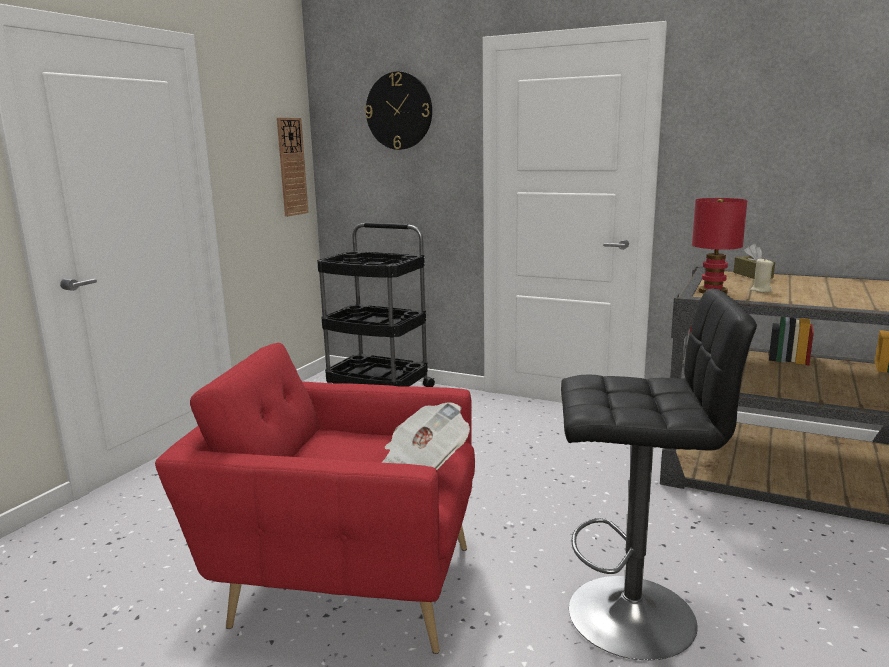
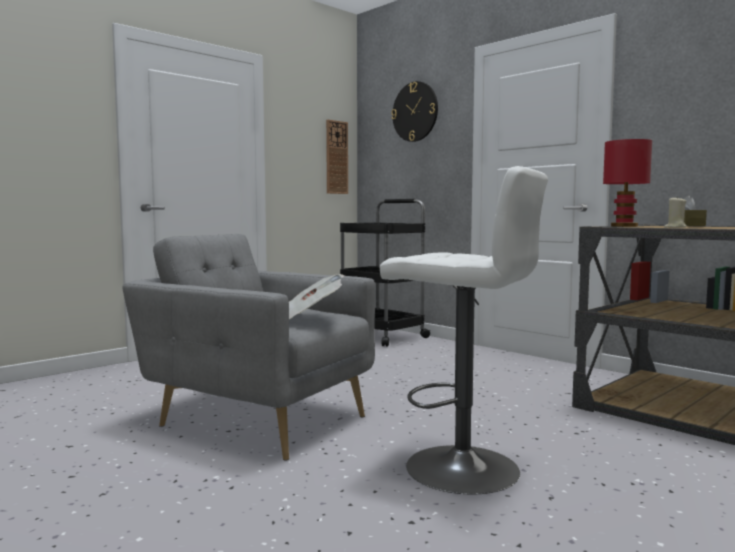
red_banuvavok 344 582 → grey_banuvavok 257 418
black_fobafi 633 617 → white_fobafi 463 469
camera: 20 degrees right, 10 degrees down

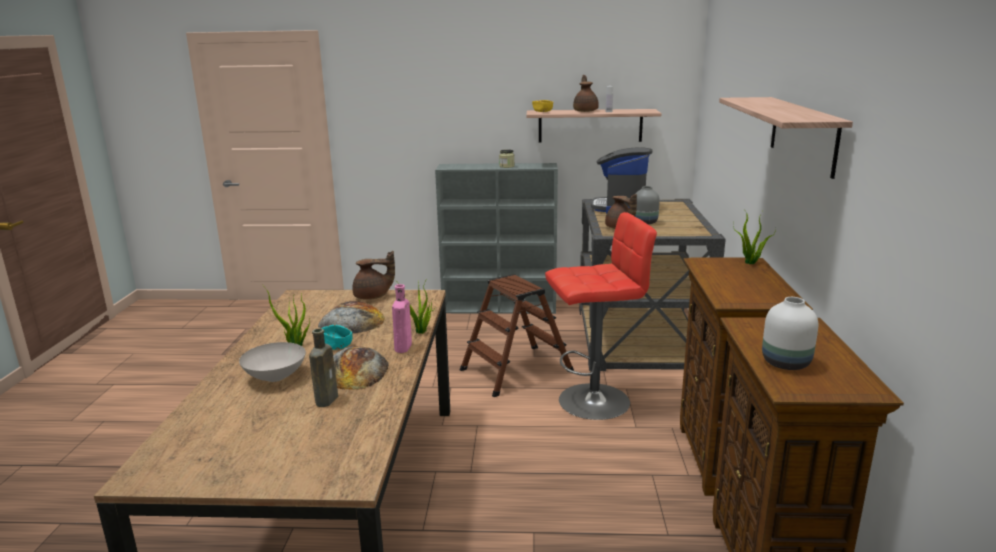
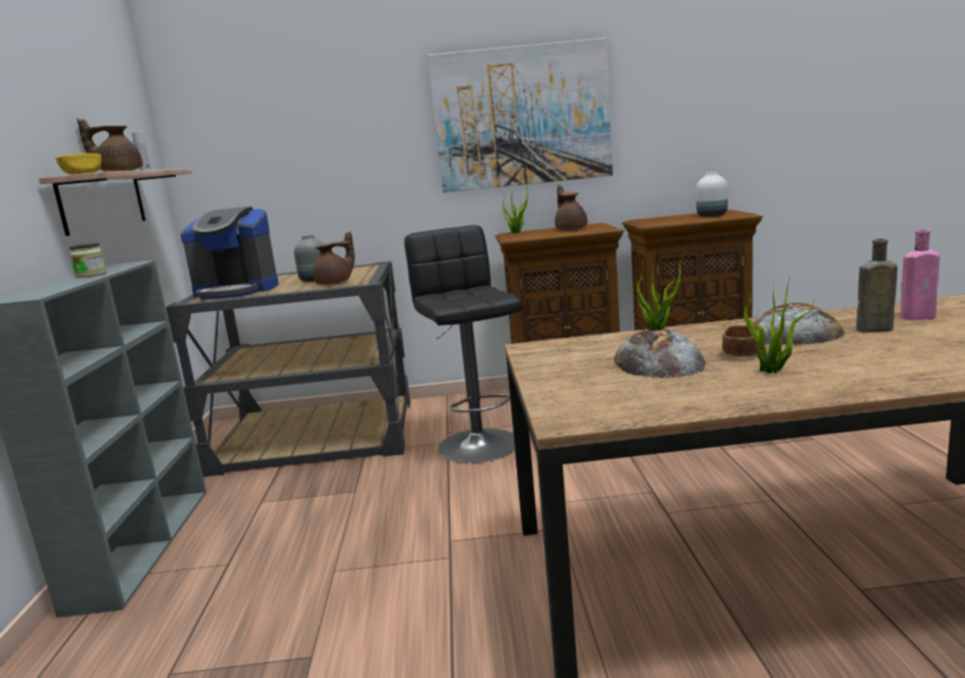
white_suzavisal 276 377 → -
turquoise_suzavisal 336 345 → brown_suzavisal 742 353
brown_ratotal 373 297 → brown_ratotal 571 229, shifted
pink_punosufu 403 348 → pink_punosufu 920 317, shifted
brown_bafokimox 516 370 → -
red_fobafi 595 401 → black_fobafi 479 445
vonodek 803 134 → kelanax 522 117
camera: 95 degrees left, 5 degrees down

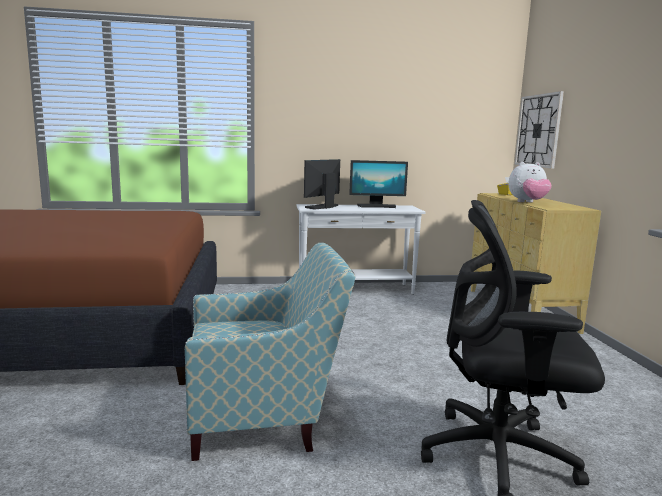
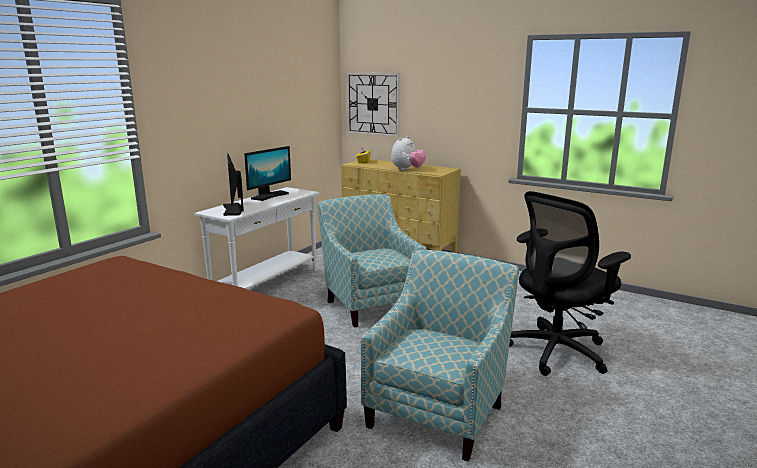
- → banuvavok 370 303
camera: 50 degrees left, 5 degrees up

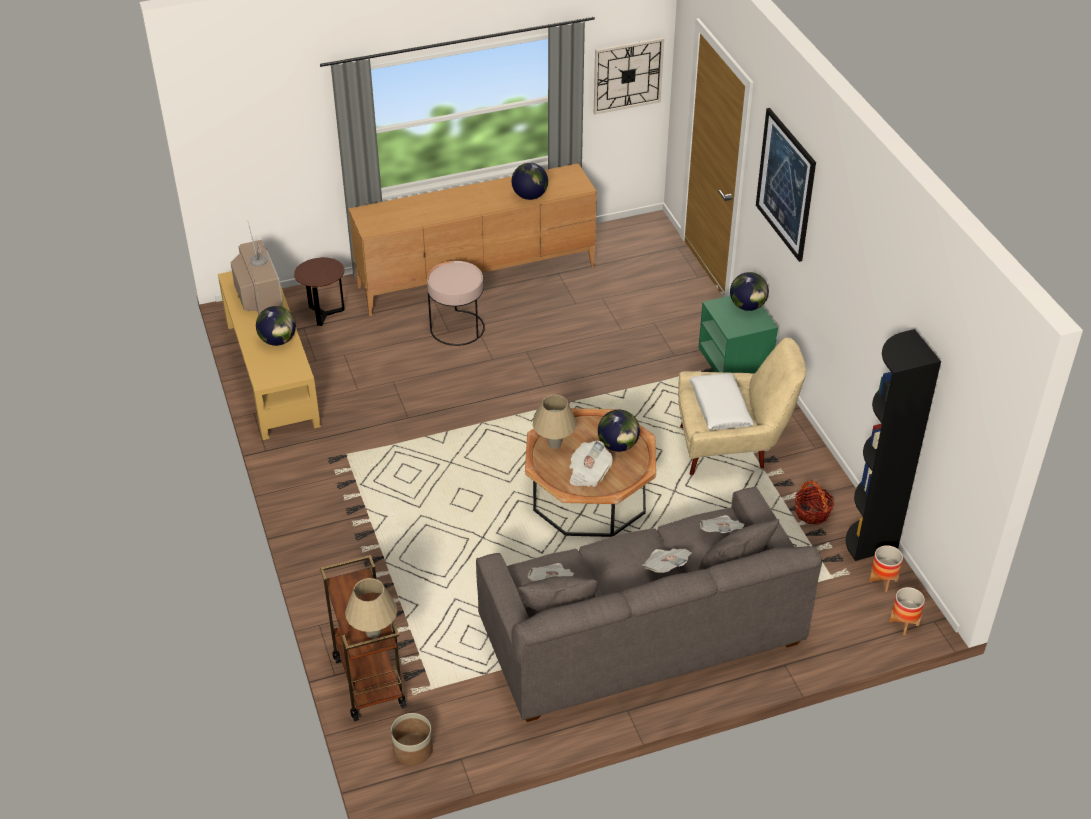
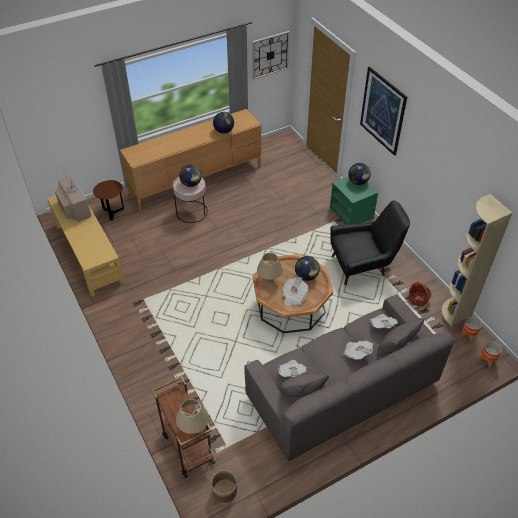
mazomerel 278 341 → mazomerel 191 184, shifted
beige_banuvavok 731 448 → black_banuvavok 363 265
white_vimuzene 719 408 → -
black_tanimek 866 544 → beige_tanimek 453 314
camera: 10 degrees left, 5 degrees up

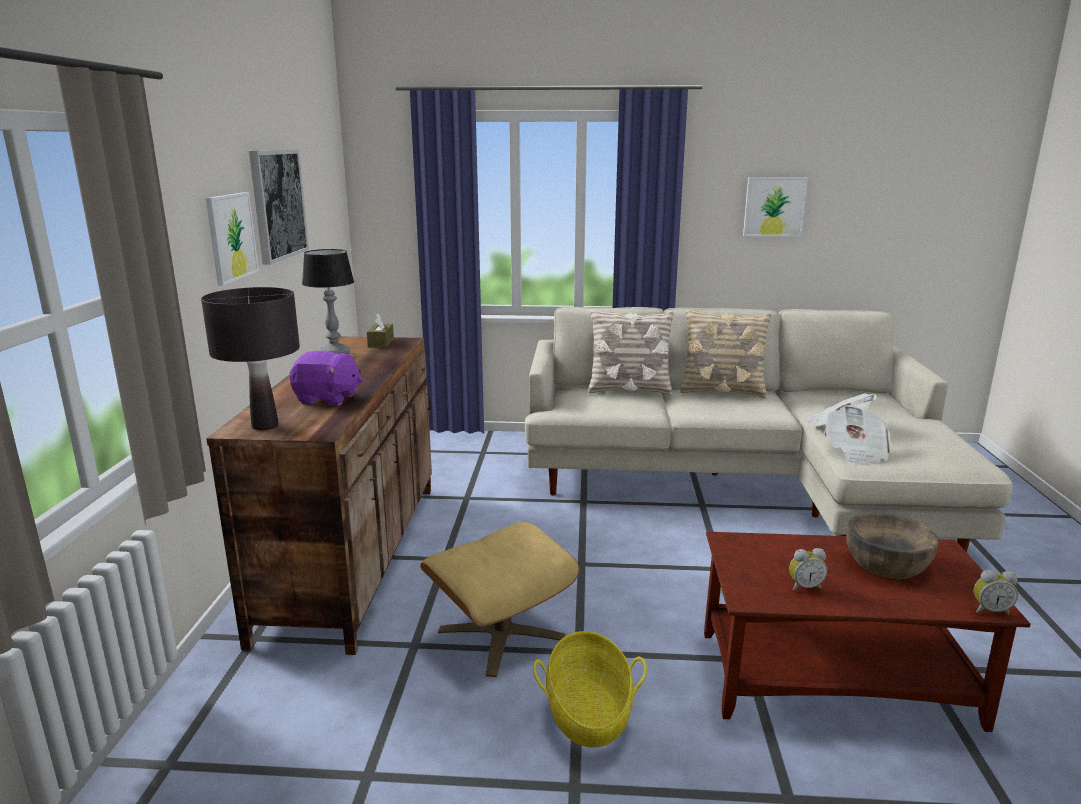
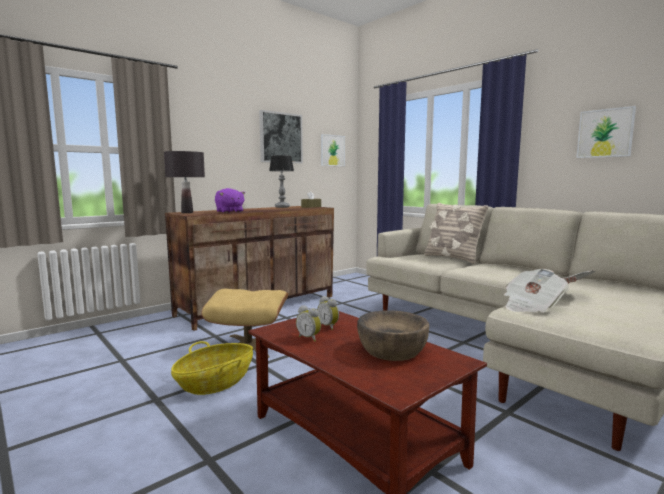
kelanax 231 237 → kelanax 332 150, shifted
beige_vimuzene 722 392 → -
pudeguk 990 610 → pudeguk 329 326, shifted
camera: 45 degrees right, 10 degrees down

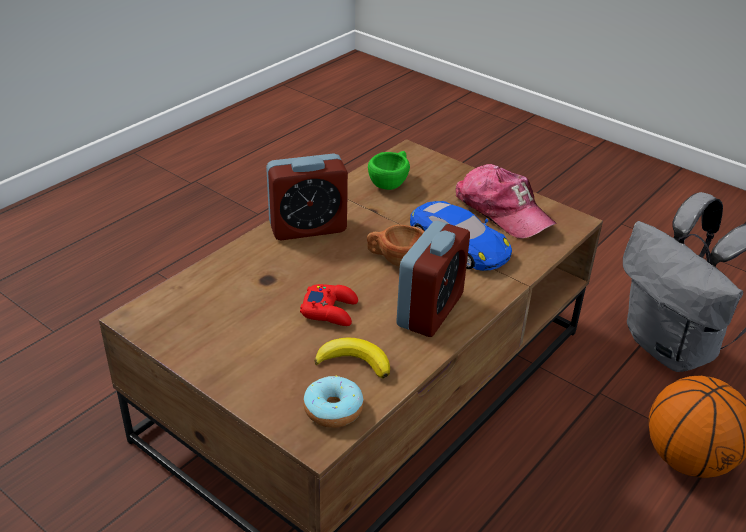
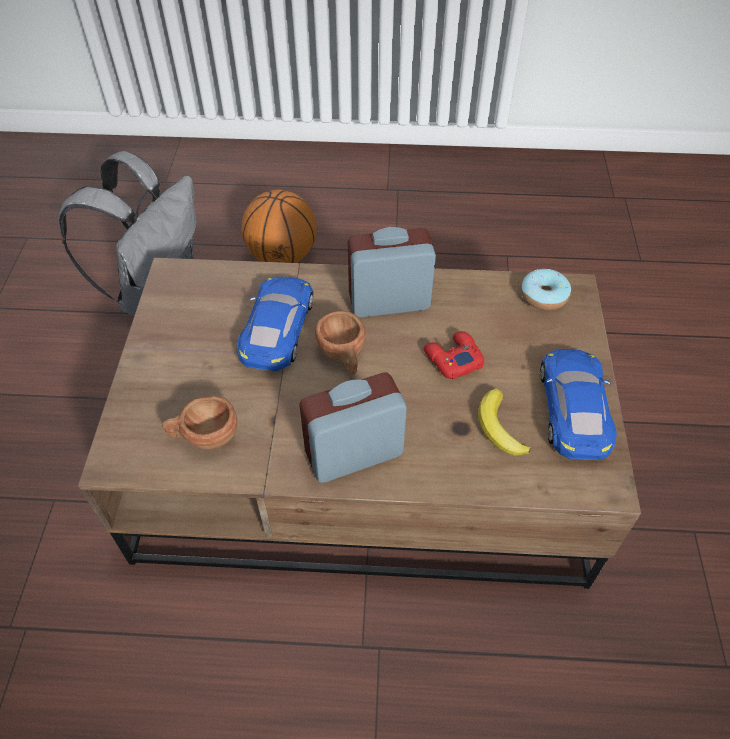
pudeguk 308 227 → pudeguk 354 453, 60 degrees counterclockwise
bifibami 354 362 → bifibami 499 427, shifted
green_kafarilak 391 183 → brown_kafarilak 204 437
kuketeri 502 211 → -
- → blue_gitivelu 573 408
camera: 125 degrees left, 15 degrees up

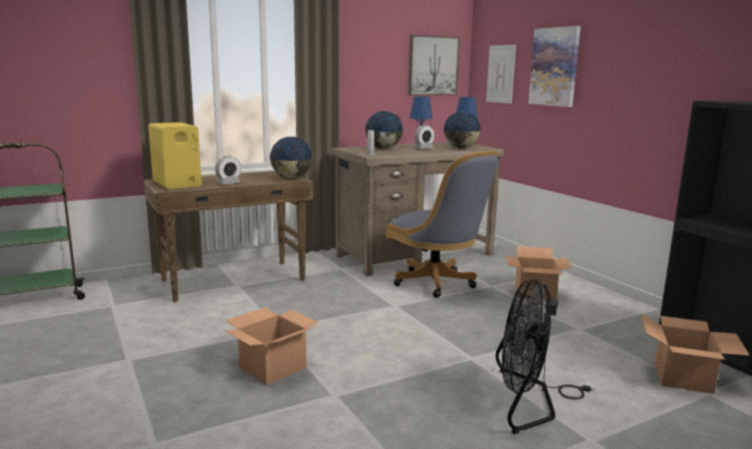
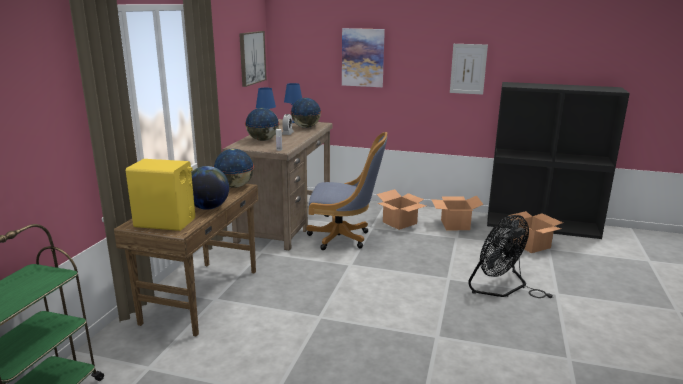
pudeguk 228 183 → mazomerel 208 207
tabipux 272 368 → tabipux 455 225, shifted
kelanax 500 74 → kelanax 468 69, shifted
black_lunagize 531 399 → black_lunagize 507 286, 90 degrees clockwise
camera: 45 degrees left, 5 degrees up

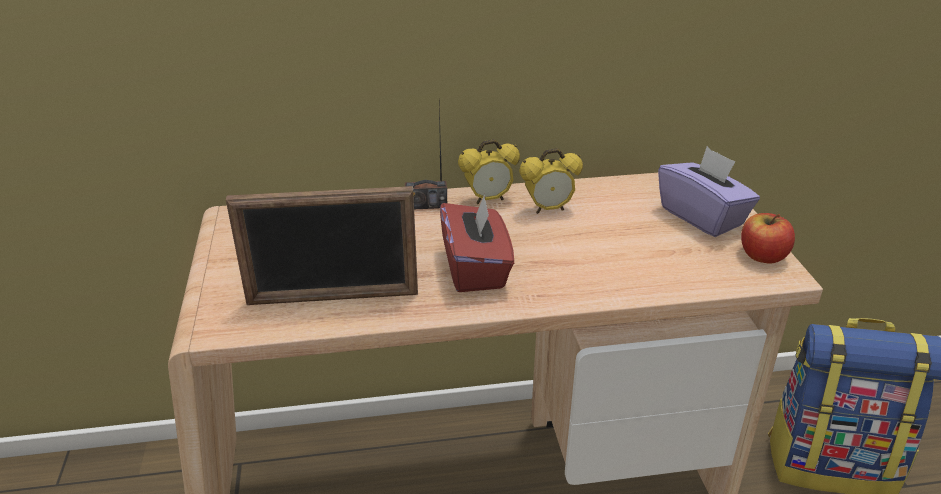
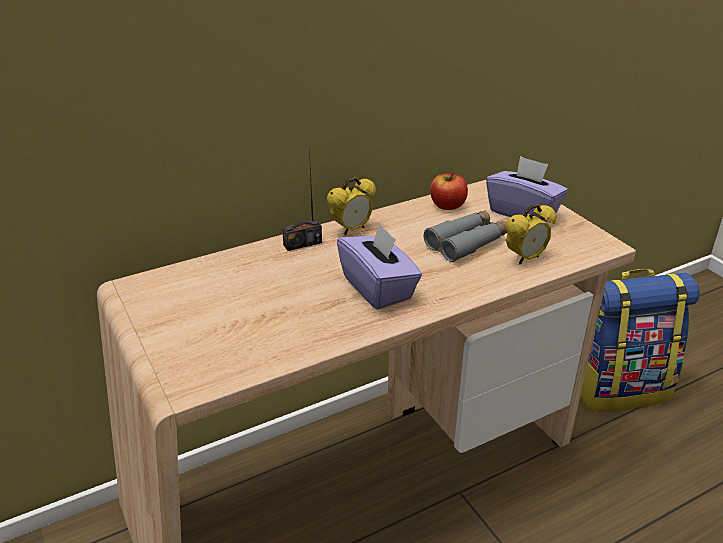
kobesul 333 298 → -
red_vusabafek 476 269 → purple_vusabafek 378 288
pudeguk 548 209 → pudeguk 525 258, shifted
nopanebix 762 256 → nopanebix 447 205, shifted
- → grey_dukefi 468 242
camera: 20 degrees left, 0 degrees up

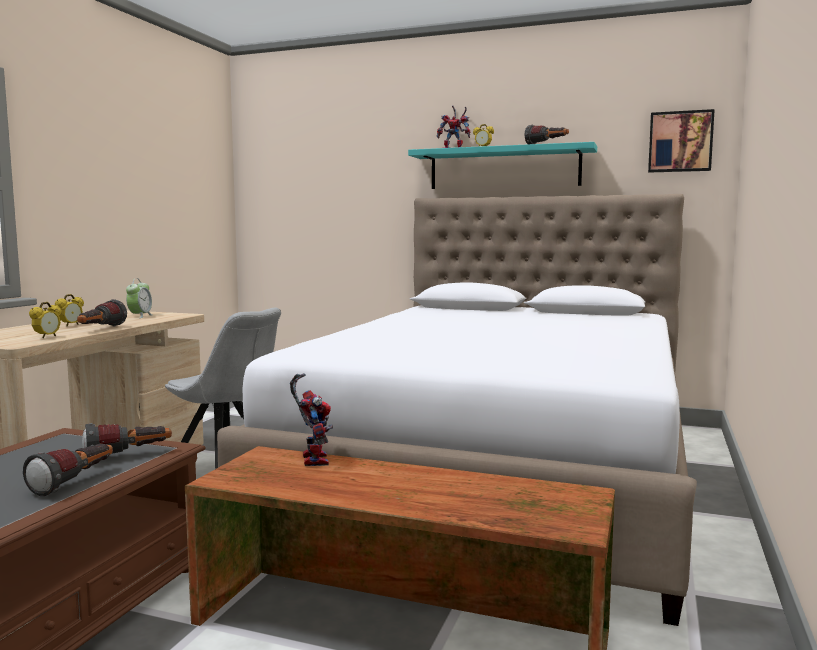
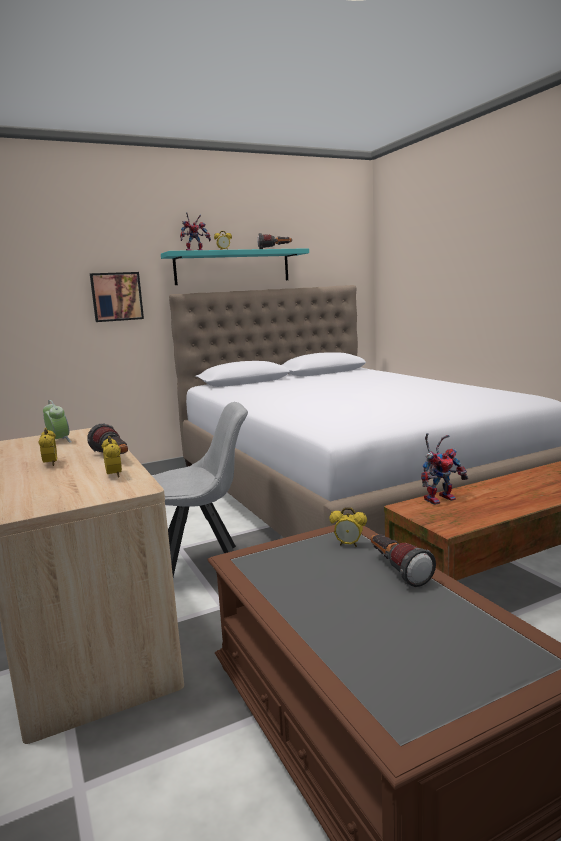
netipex 128 456 → pudeguk 348 545
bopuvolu 312 459 → bopuvolu 440 498, 120 degrees clockwise
kelanax 680 142 → kelanax 116 296, shifted
camera: 45 degrees left, 5 degrees up

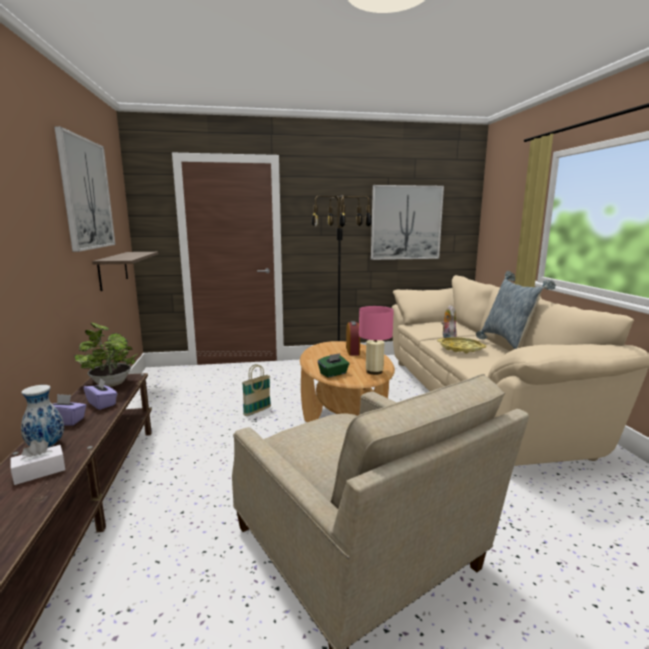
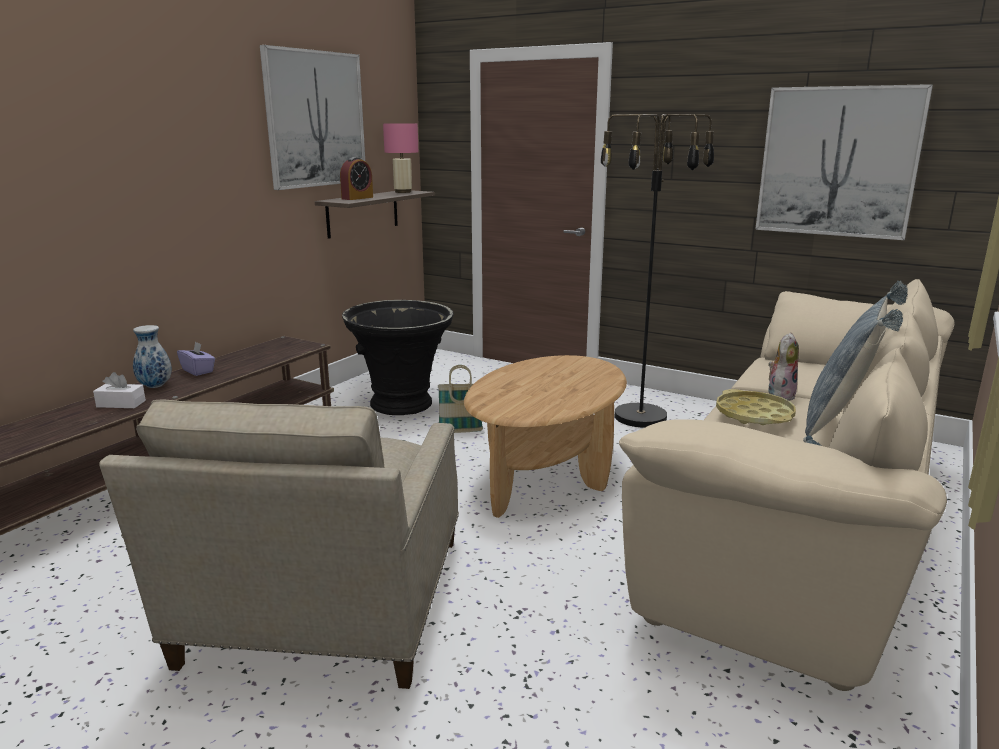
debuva 110 383 → -
purple_vusabafek 102 403 → -
green_vusabafek 333 374 → -
pudeguk 352 351 → pudeguk 357 198, shifted
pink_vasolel 374 371 → pink_vasolel 403 192, shifted
- → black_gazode 402 404
camera: 40 degrees right, 5 degrees up

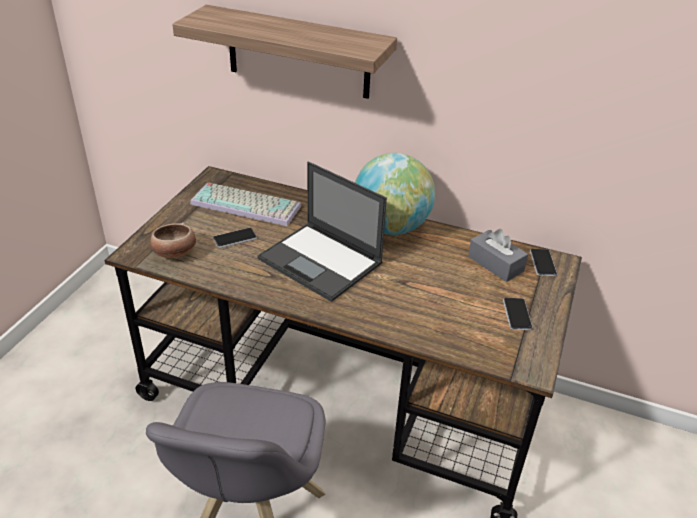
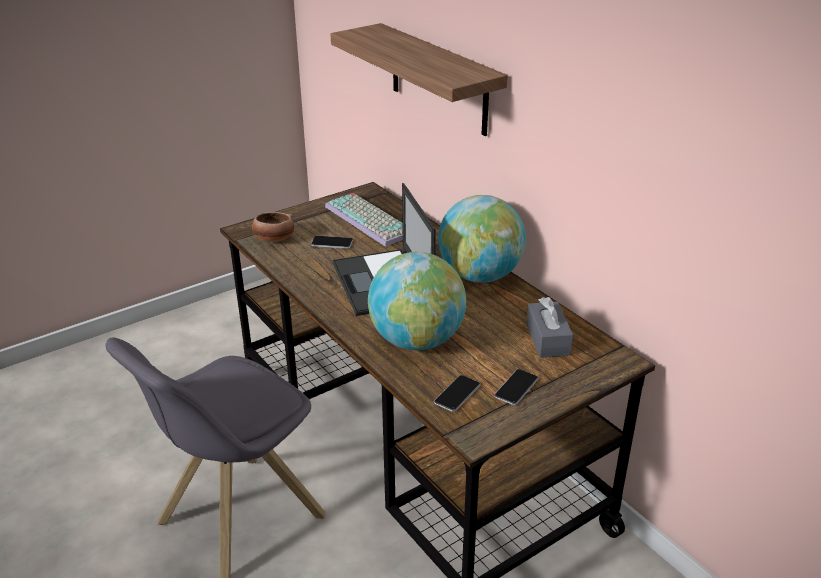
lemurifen 542 263 → lemurifen 457 394, shifted
- → mazomerel 416 340
camera: 35 degrees right, 5 degrees down

